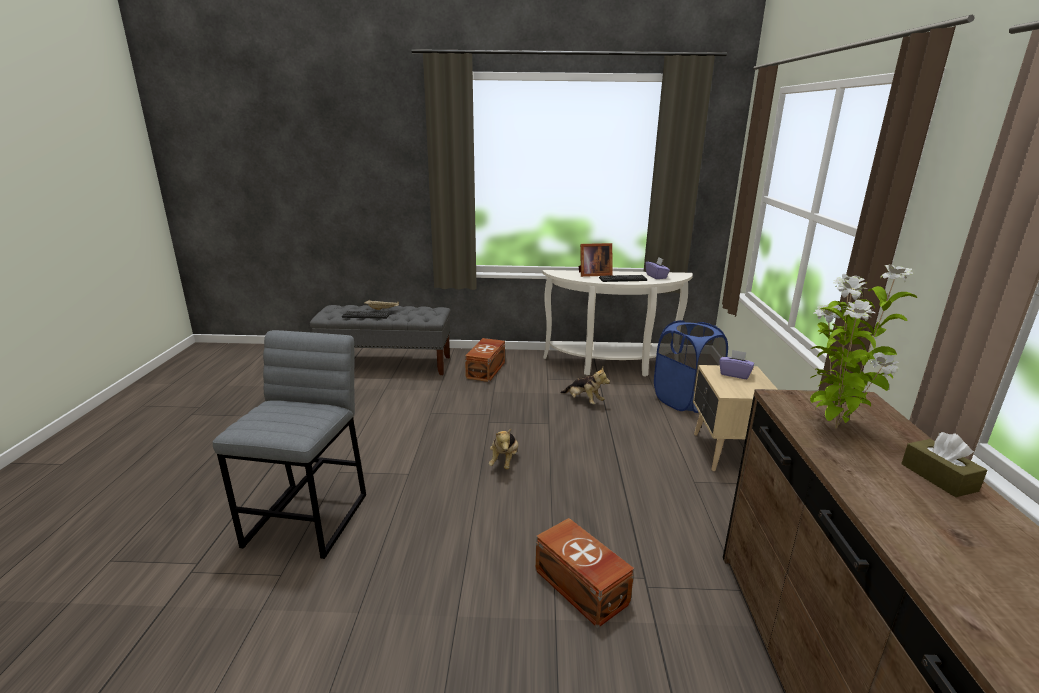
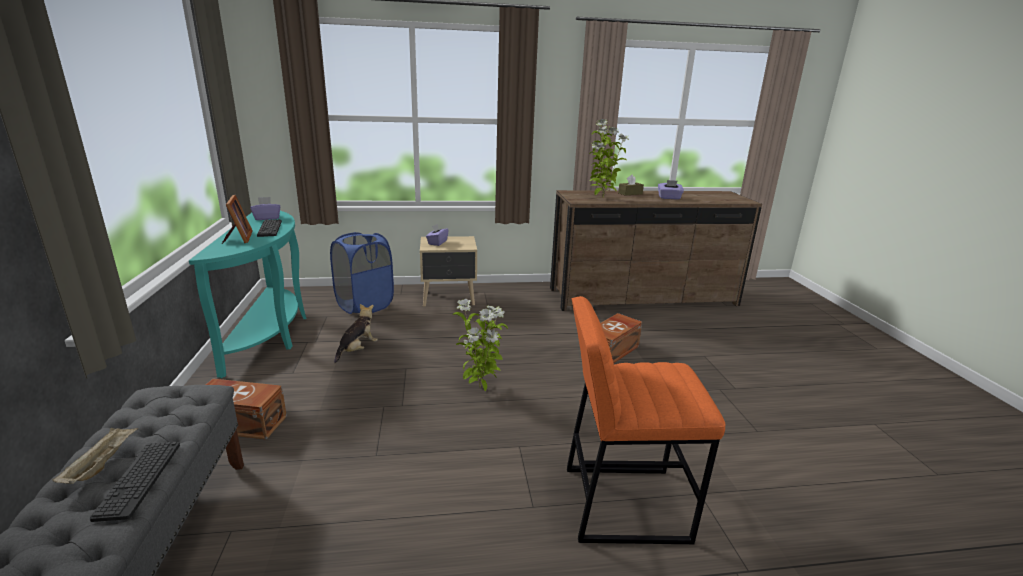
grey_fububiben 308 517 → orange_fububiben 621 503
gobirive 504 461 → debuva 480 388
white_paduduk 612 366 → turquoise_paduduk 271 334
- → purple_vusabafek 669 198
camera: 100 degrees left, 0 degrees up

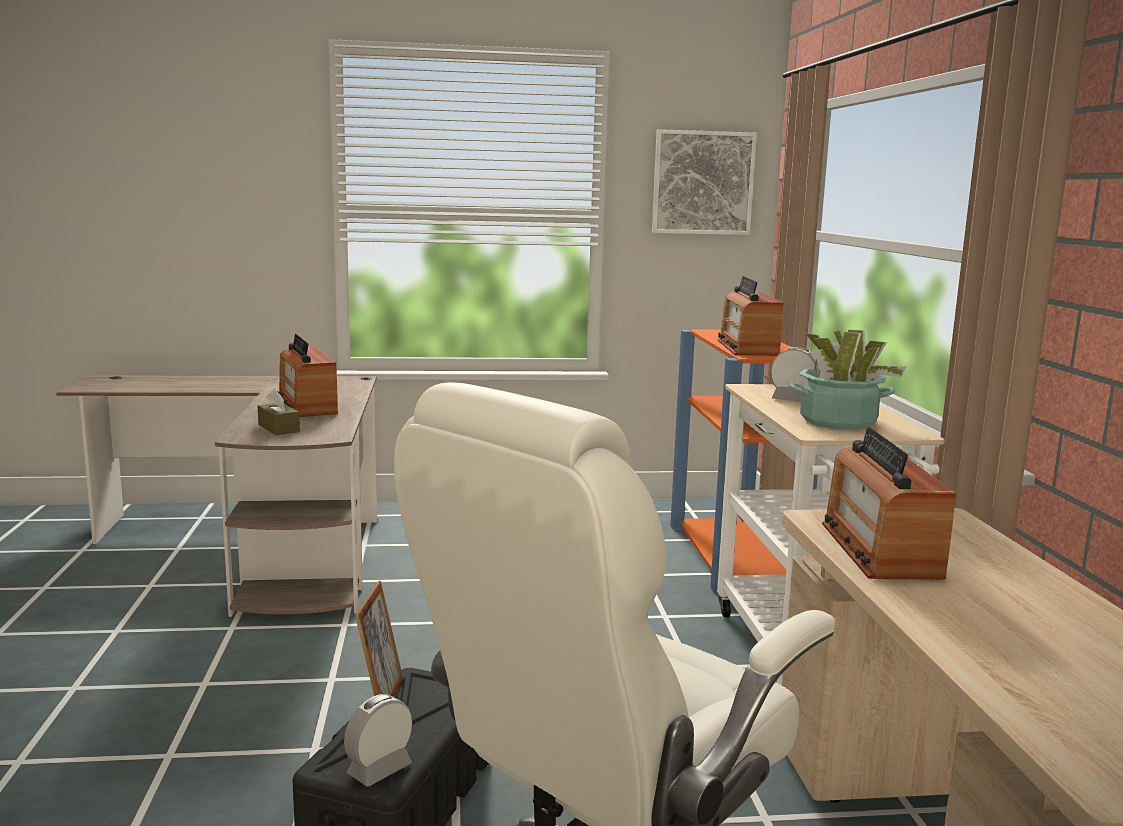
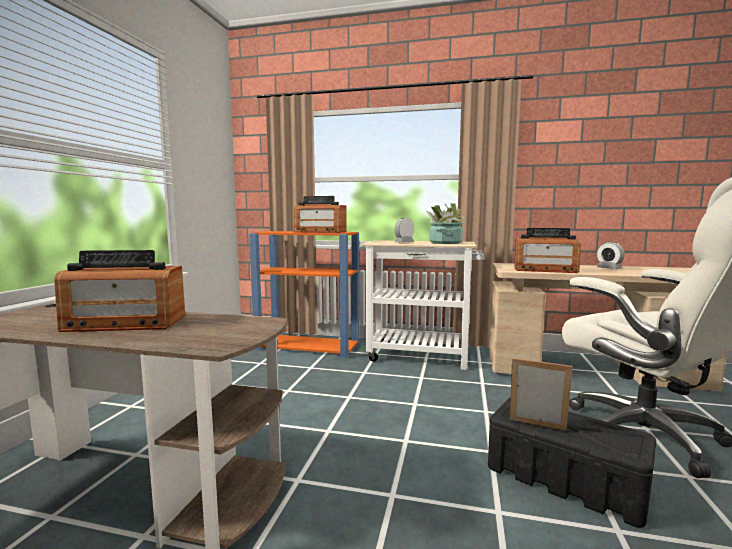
brown_vusabafek 279 428 → -
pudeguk 379 769 → pudeguk 609 268, shifted
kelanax 702 183 → -
camera: 70 degrees left, 5 degrees down

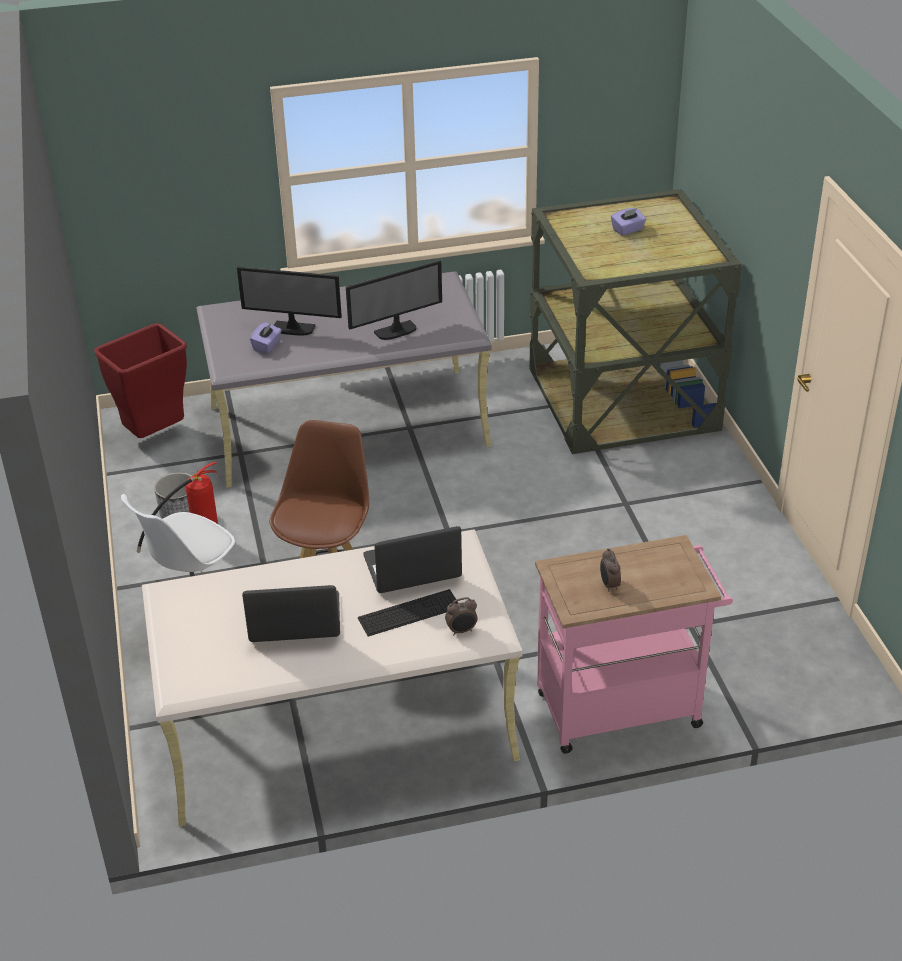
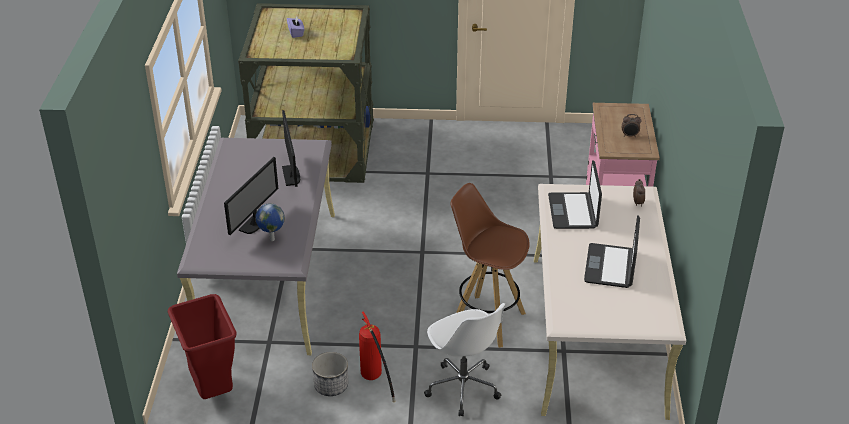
purple_vusabafek 267 346 → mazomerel 271 239
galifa 409 613 → -
camera: 75 degrees left, 0 degrees up

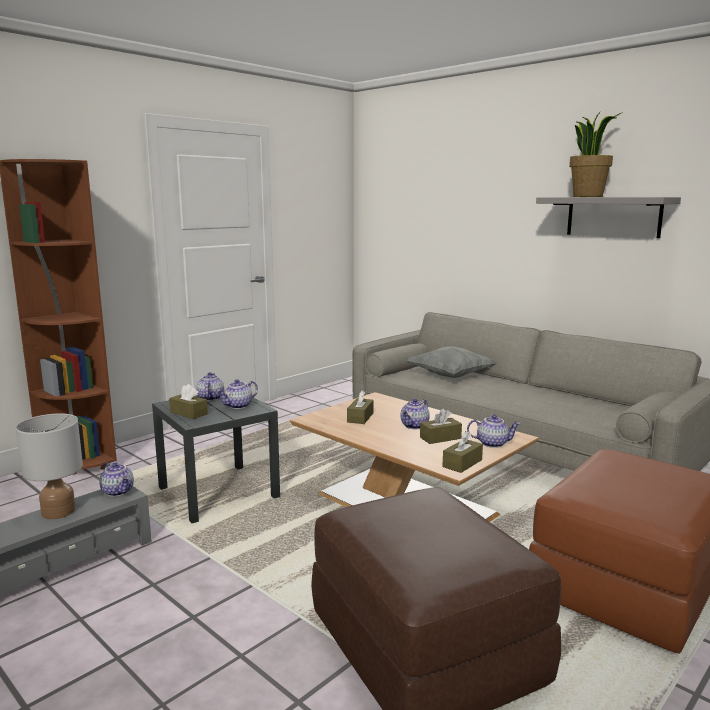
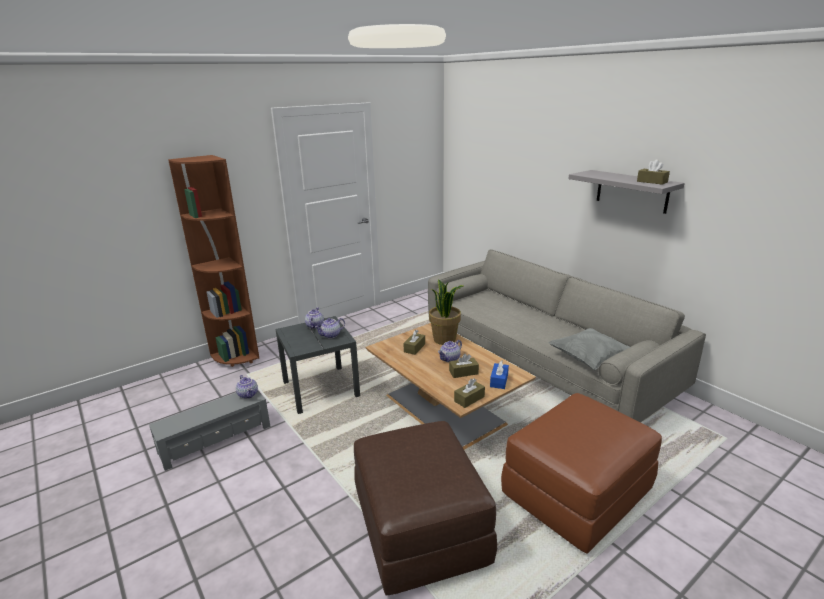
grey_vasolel 58 512 → -
brown_vusabafek 188 413 → brown_vusabafek 652 182, shifted
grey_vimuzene 451 376 → grey_vimuzene 590 360, shifted
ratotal 492 443 → blue_vusabafek 499 380
debuva 588 197 → debuva 445 339, shifted
camera: 10 degrees right, 10 degrees up

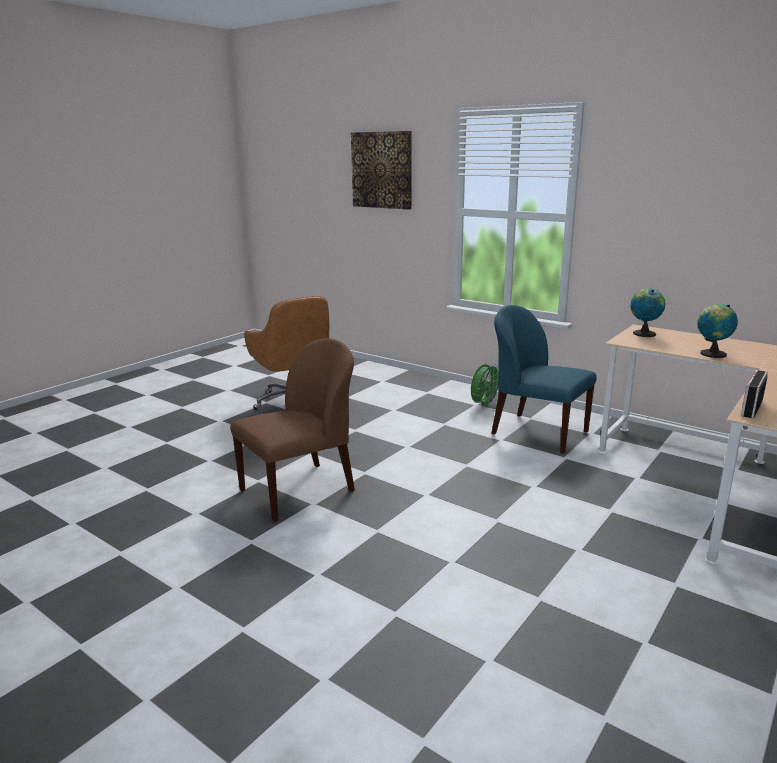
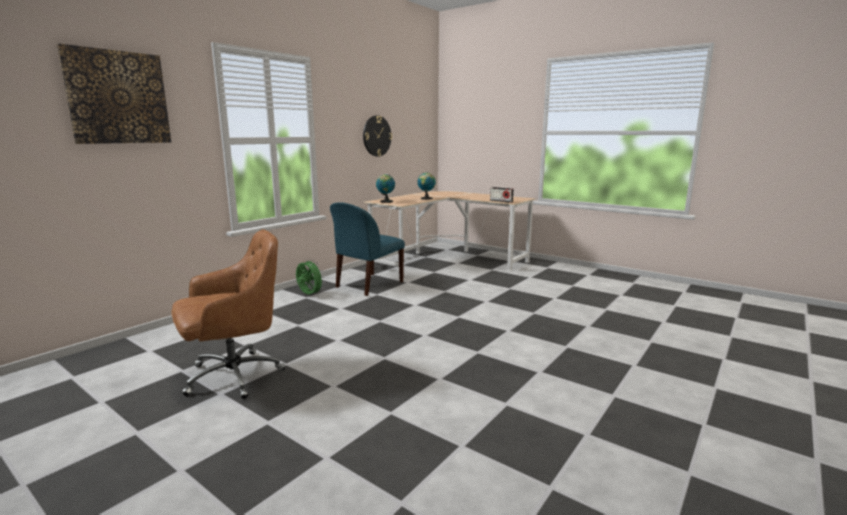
brown_fububiben 299 490 → -
- → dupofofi 376 136
camera: 90 degrees left, 5 degrees down

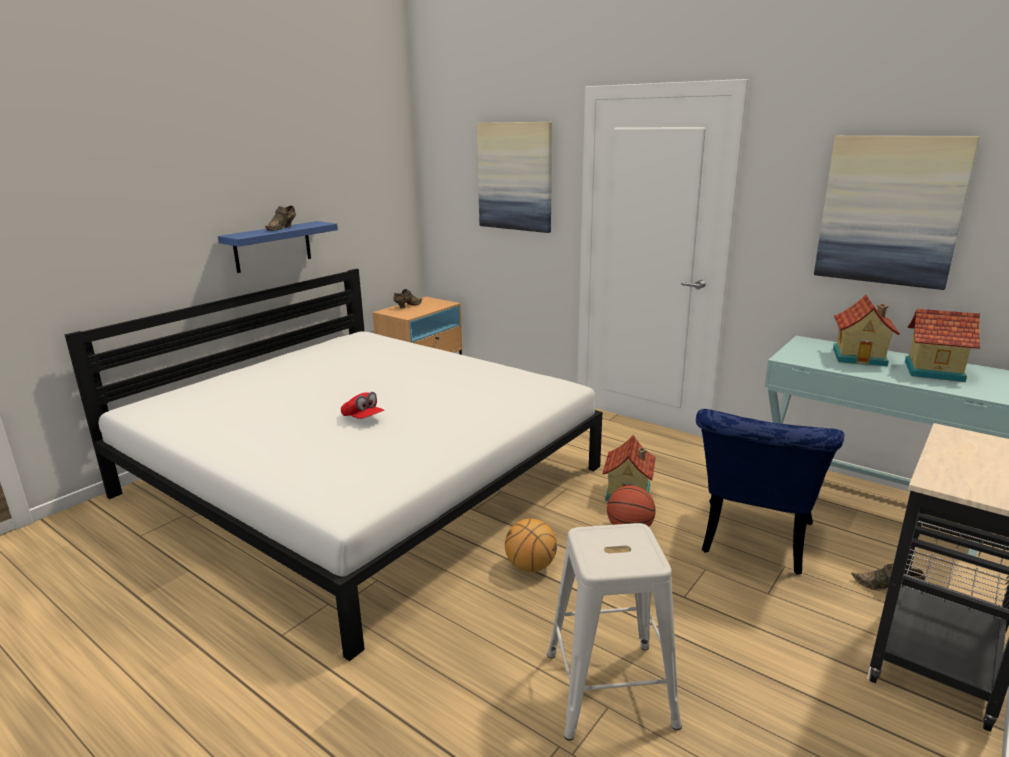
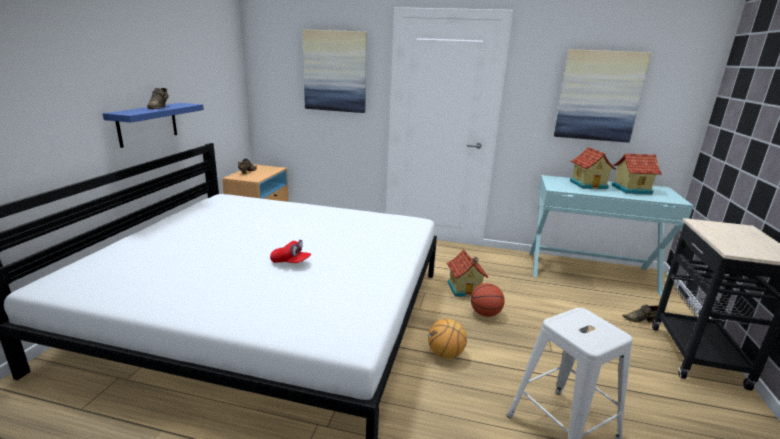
blue_fububiben 752 543 → -
camera: 25 degrees left, 0 degrees up

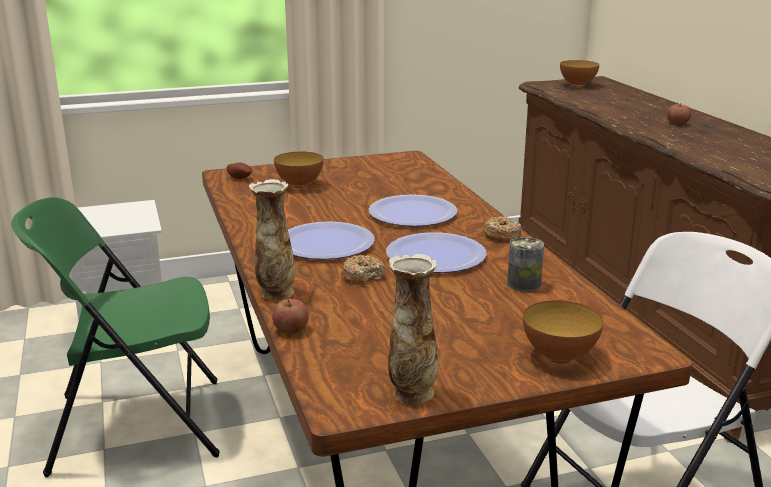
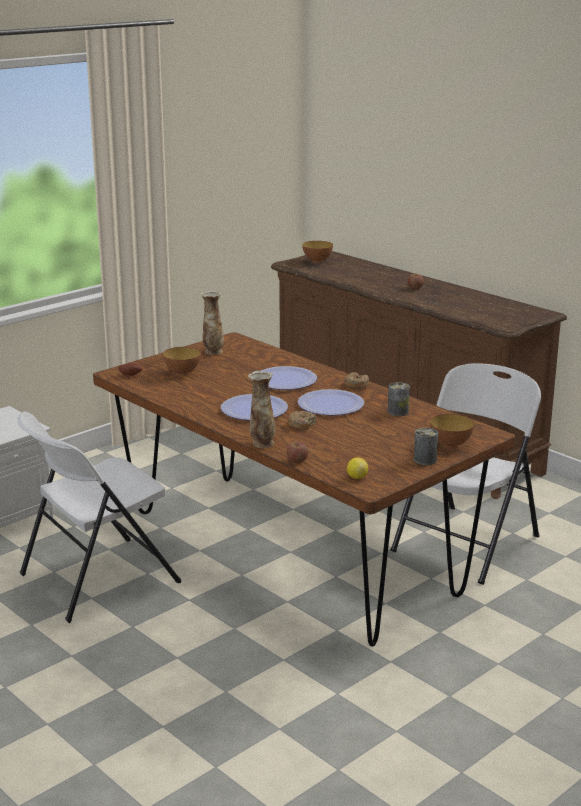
green_fububiben 138 424 → white_fububiben 99 578
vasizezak 412 392 → vasizezak 213 351, shifted
- → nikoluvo 357 477
- → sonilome 425 460
camera: 25 degrees left, 0 degrees up

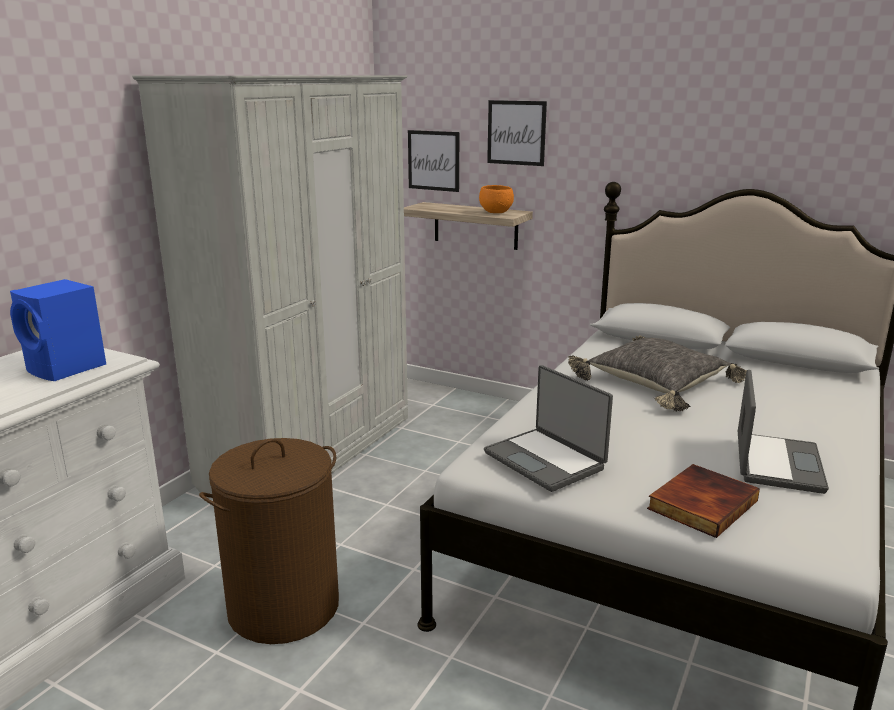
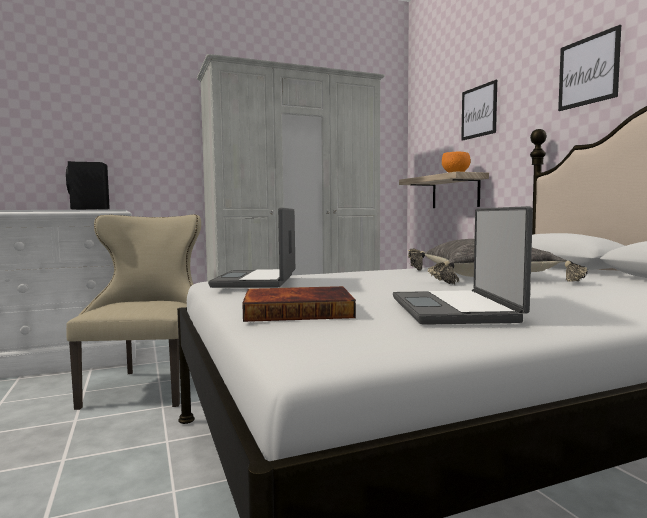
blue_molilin 67 369 → black_molilin 89 209
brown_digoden 284 606 → beige_fububiben 146 386
kelanax 433 160 → kelanax 588 71, shifted
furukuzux 776 463 → furukuzux 455 309, 120 degrees clockwise
camera: 40 degrees right, 15 degrees down

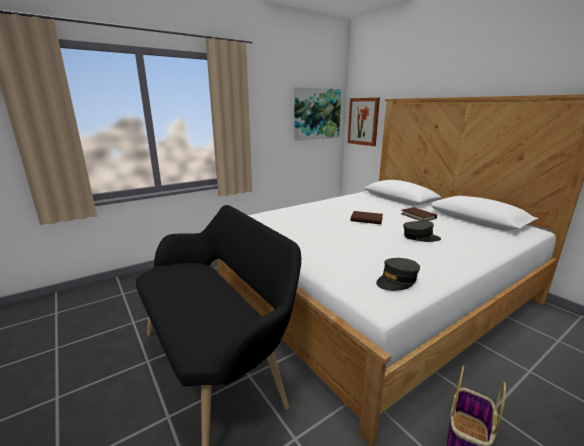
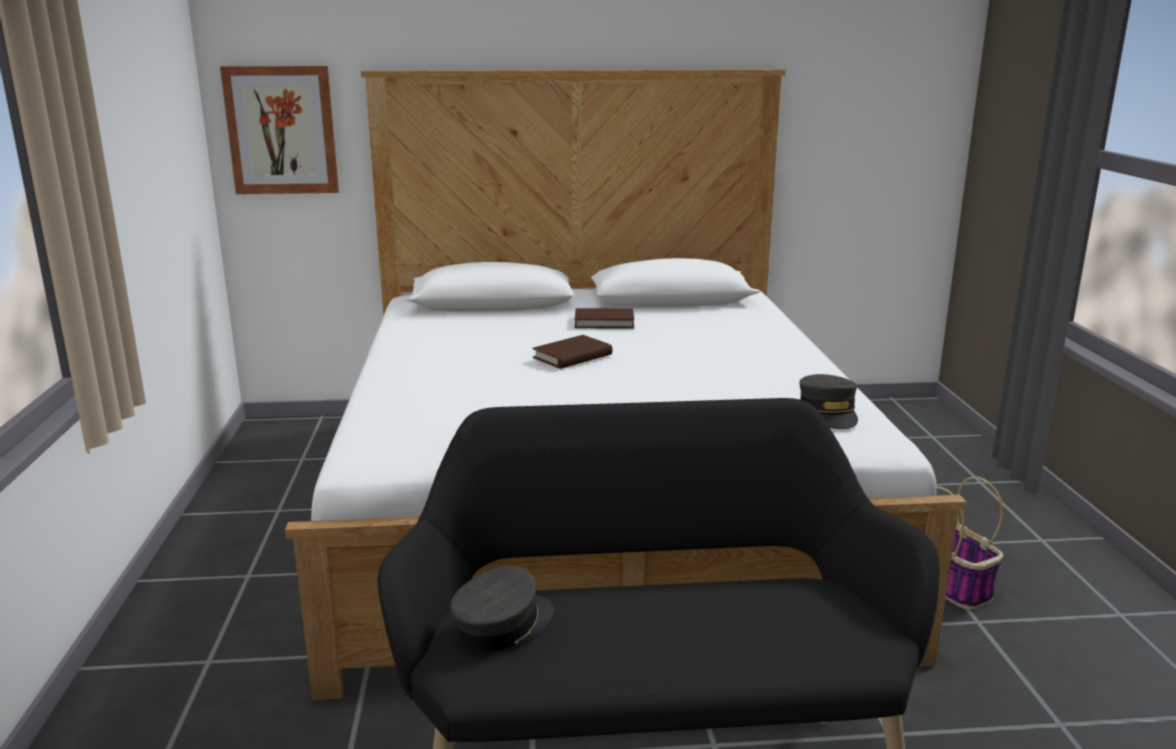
kelanax 317 114 → -
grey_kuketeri 420 237 → grey_kuketeri 503 626, shifted
camera: 60 degrees left, 0 degrees up

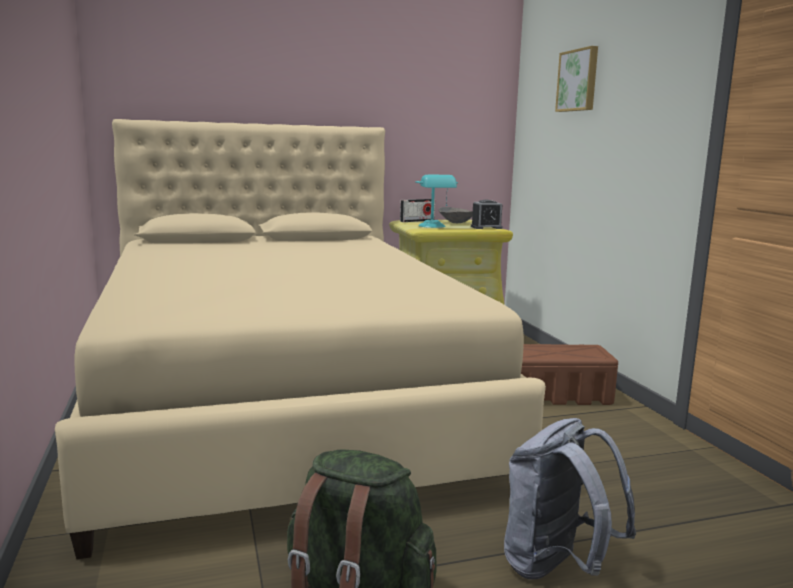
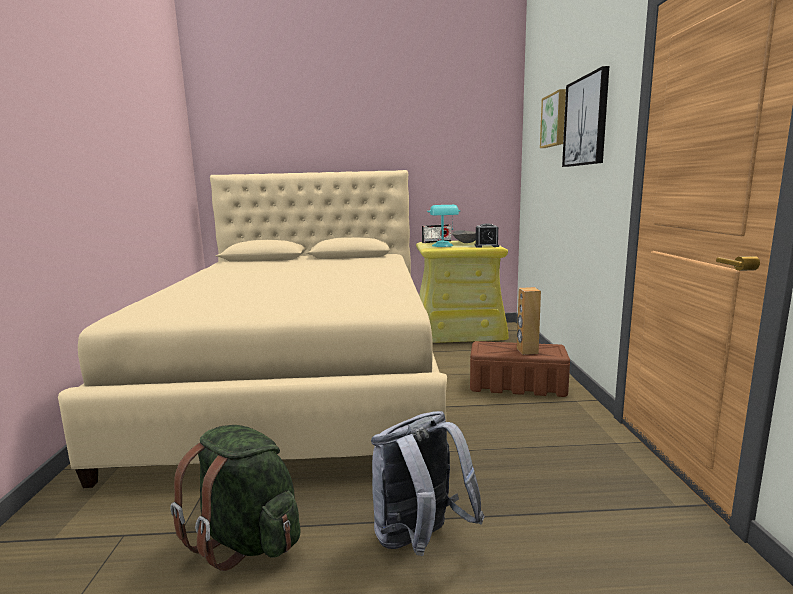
- → brown_molilin 527 351
- → kelanax 586 121
camera: 15 degrees right, 0 degrees up

